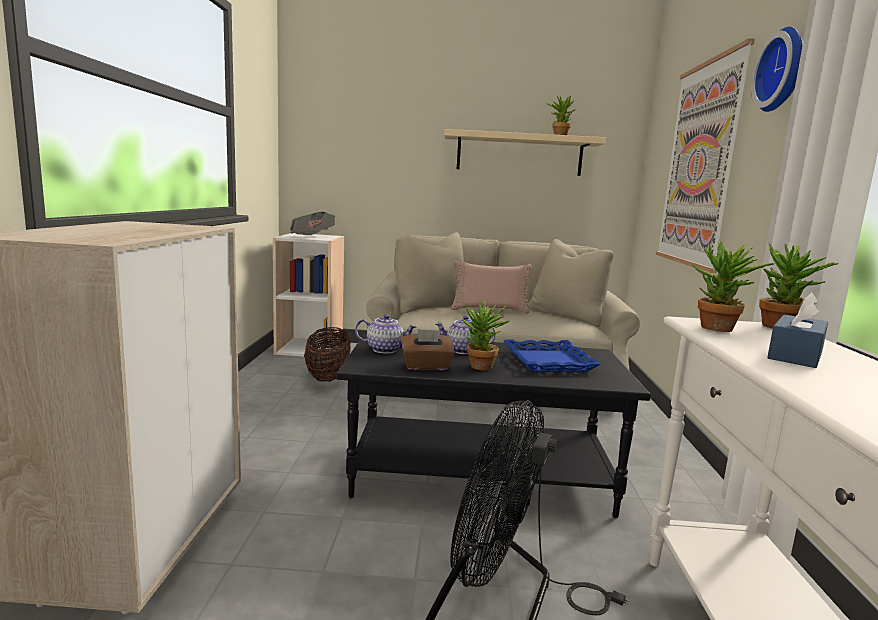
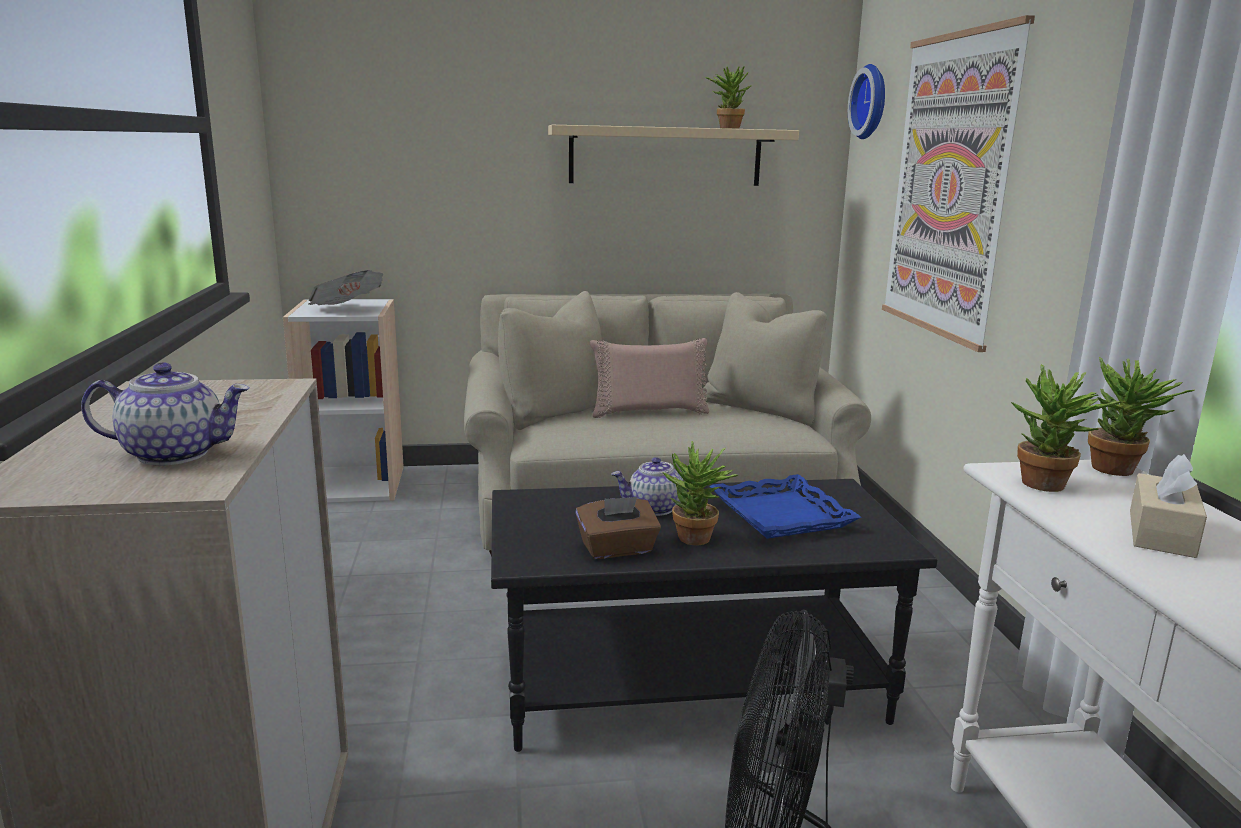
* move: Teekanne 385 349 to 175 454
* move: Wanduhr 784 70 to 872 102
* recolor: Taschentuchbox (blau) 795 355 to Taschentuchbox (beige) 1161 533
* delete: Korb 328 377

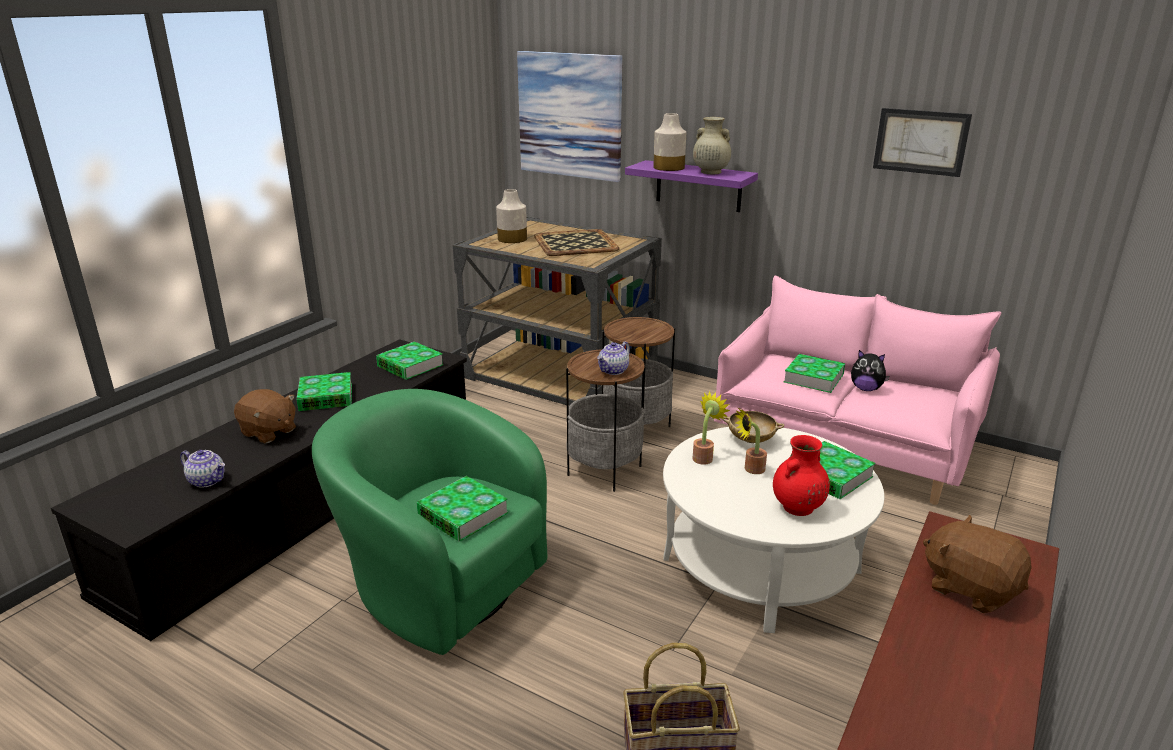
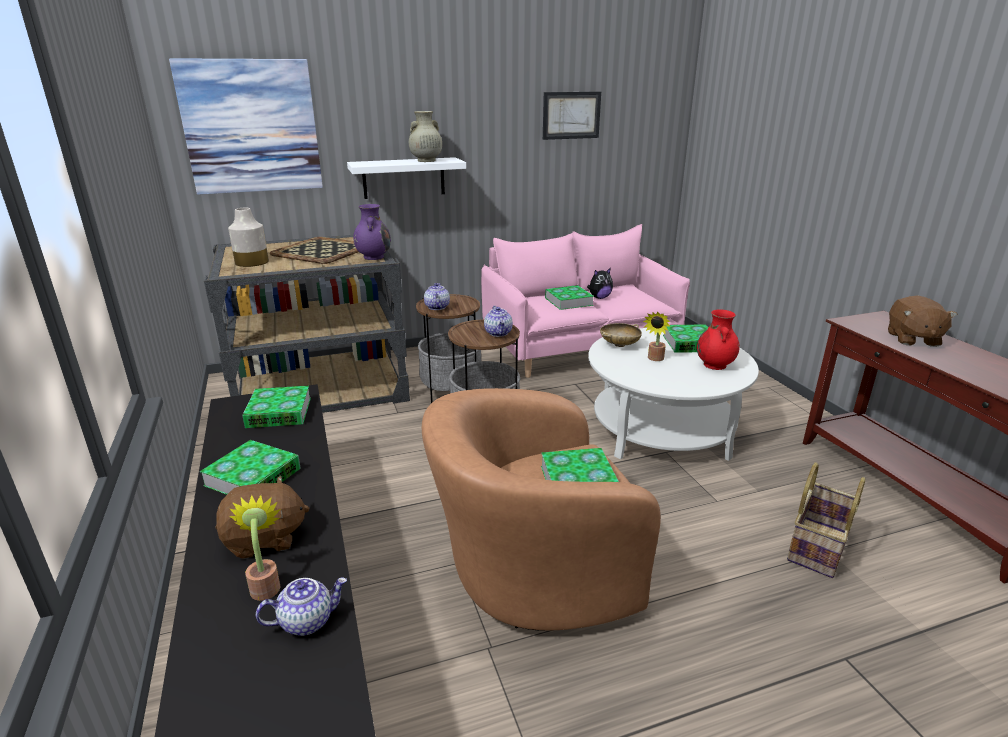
* move: Topfpflanze 704 457 to 265 584
* recolor: Wandregal (lila) 698 186 to Wandregal (weiß) 403 178
* insert: Vase (lila) 373 257
* recolor: Sessel (grün) 439 585 to Sessel (braun) 534 575
* insert: Teekanne 436 307
* rotate: Plüschtier (braun) 970 588 = 912 339 75 degrees counterclockwise
* delete: Vase (beige) 668 167

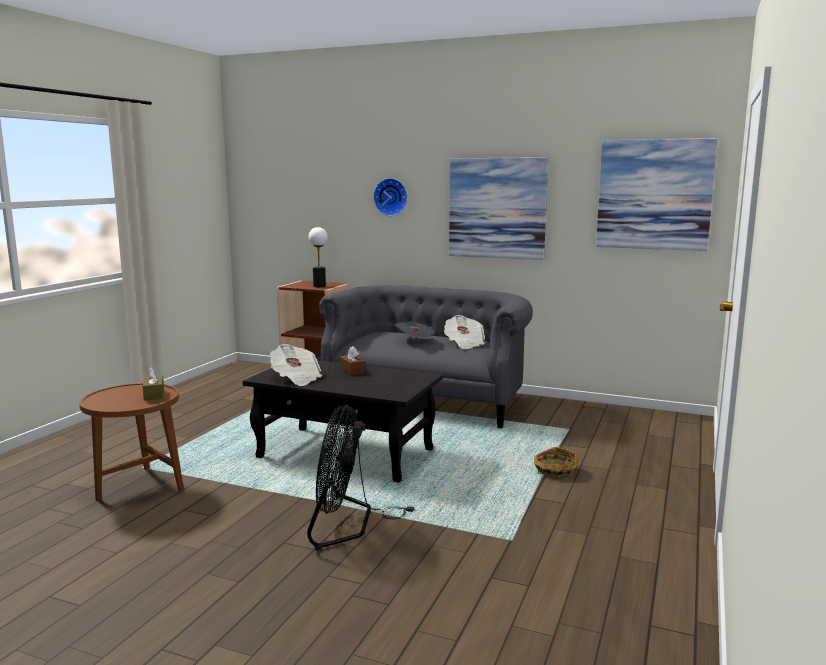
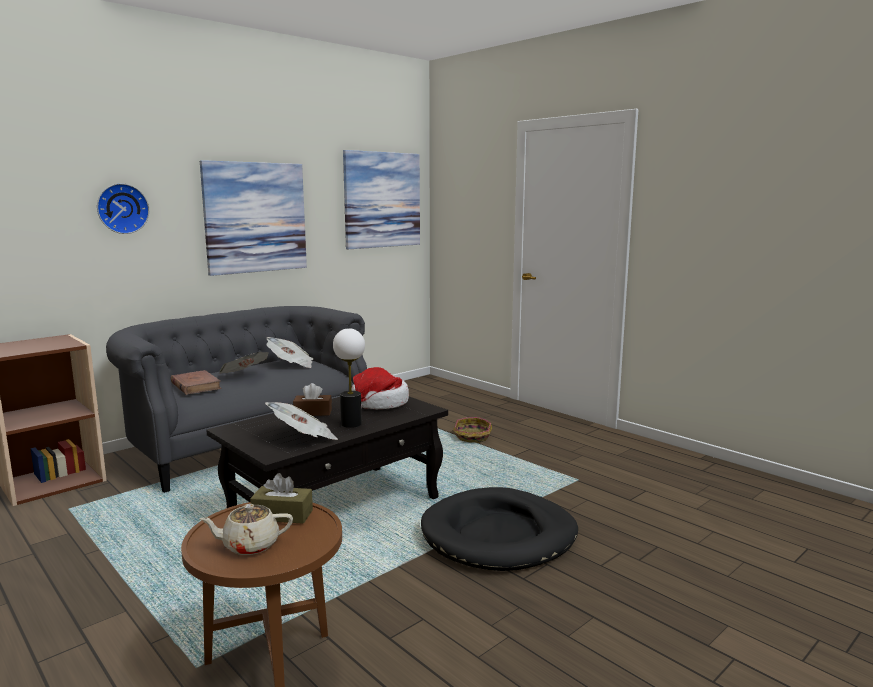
* insert: Buch (braun) 196 385
* insert: Teekanne (beige) 249 545
* move: Tischlampe 319 286 to 351 424
* insert: Hut 378 404
* replace: Ventilator (schwarz) 351 520 to Hundebett (schwarz) 499 535

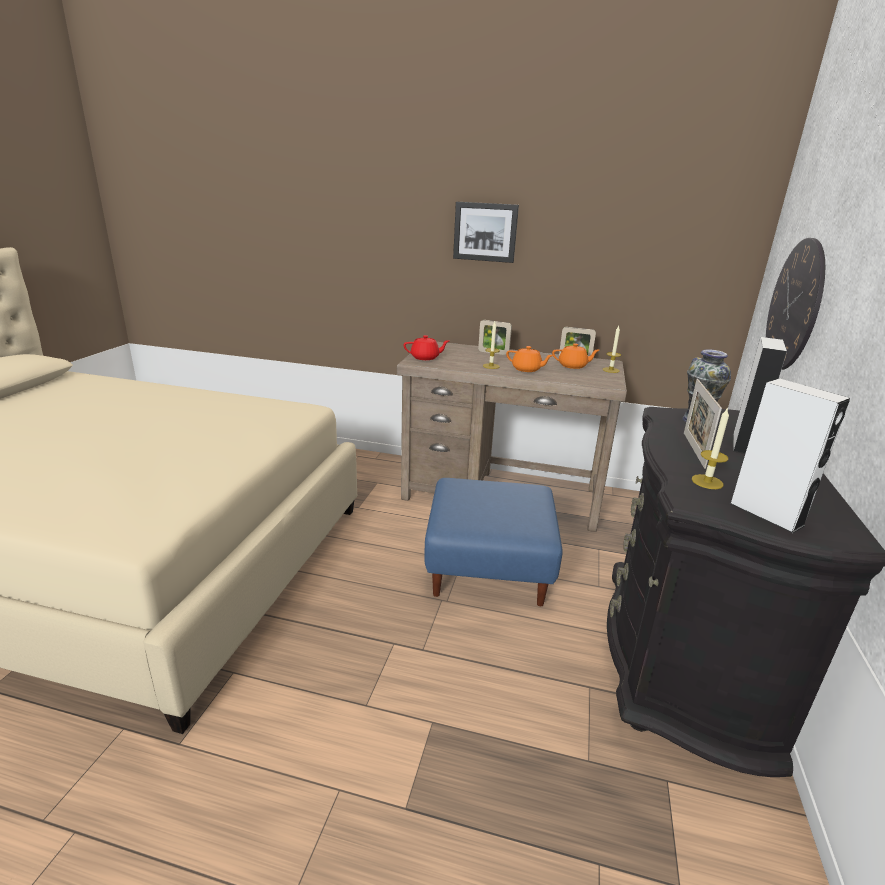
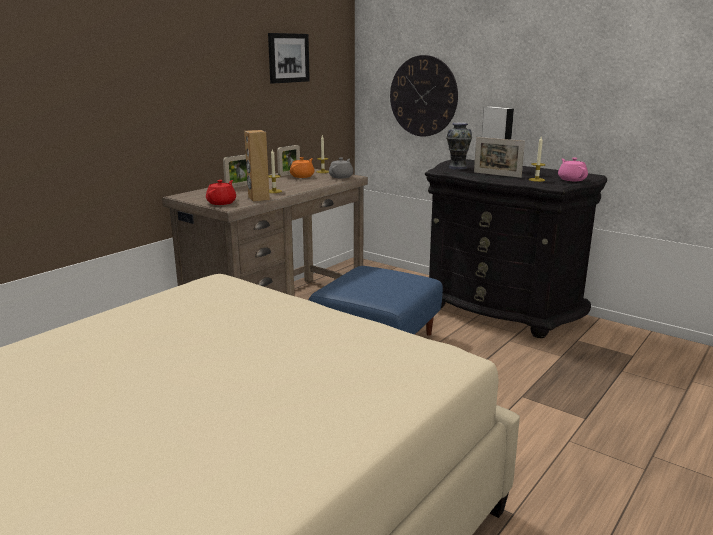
* insert: Lautsprecher (braun) 258 198
* move: Bild 485 232 to 288 58
* insert: Teekanne (grau) 341 177
* replace: Lautsprecher (weiß) 766 514 to Teekanne (rosa) 571 179
* delete: Teekanne (orange) 527 369

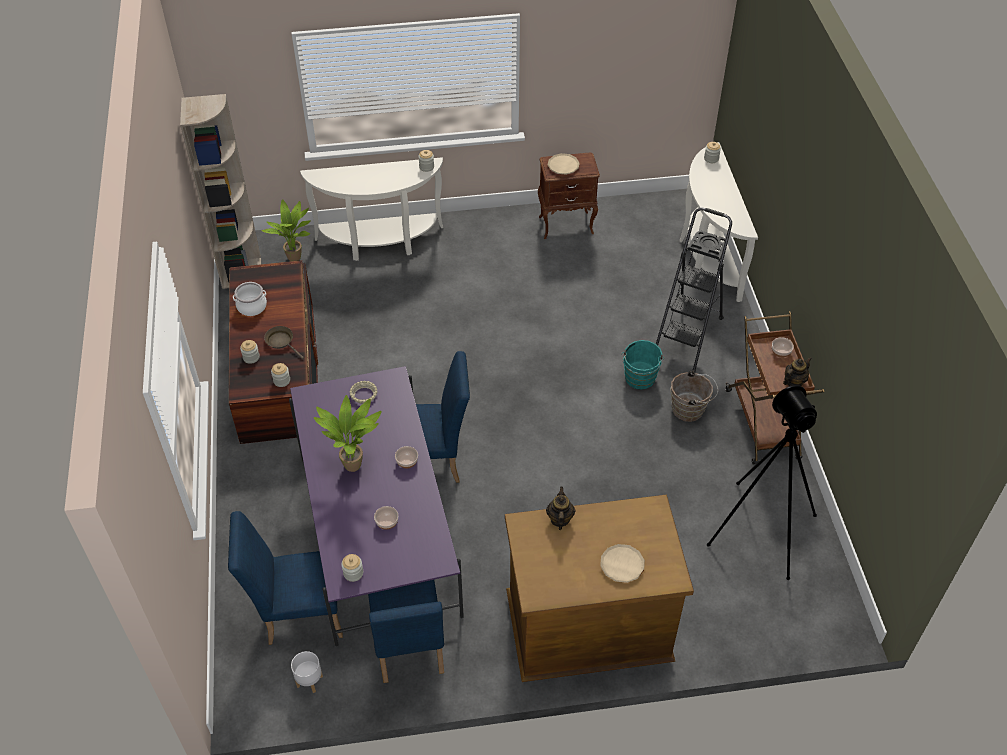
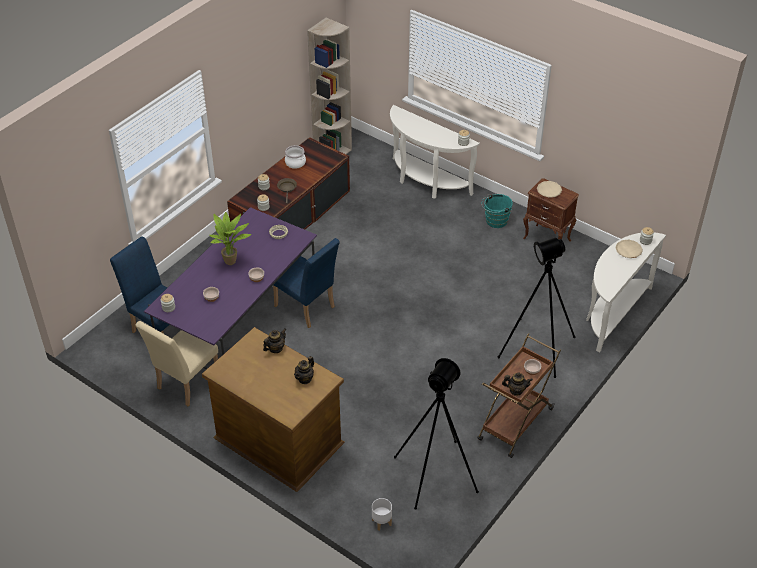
* recolor: Stuhl (blau) 409 651 to Stuhl (beige) 185 384
* insert: Teekanne 305 378
* move: Pflanzkübel (weiß) 309 681 to 381 522
* move: Eimer (türkis) 639 380 to 495 221
* replace: Trittleiter 687 337 to Stehlampe (schwarz) 536 348
* move: Teller (beige) 622 565 to 628 250
* delete: Topfpflanze 296 259
* delete: Eimer (braun) 690 410

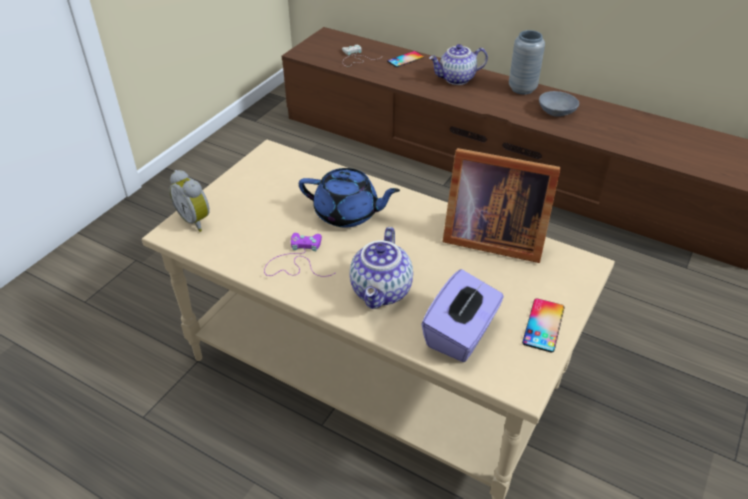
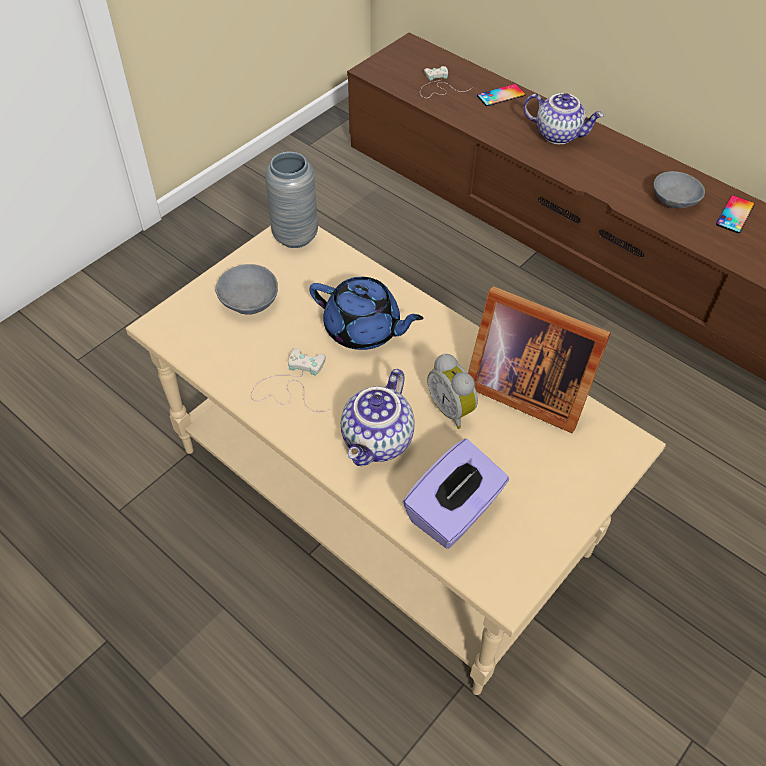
* insert: Schüssel (grau) 251 300
* recolor: Gamepad (lila) 297 260 to Gamepad (weiß) 291 385
* move: Vase (grau) 522 89 to 295 236
* move: Wecker 196 220 to 452 409
* rotate: Teekanne 456 79 = 558 134 150 degrees counterclockwise
* move: Handy 543 325 to 735 214

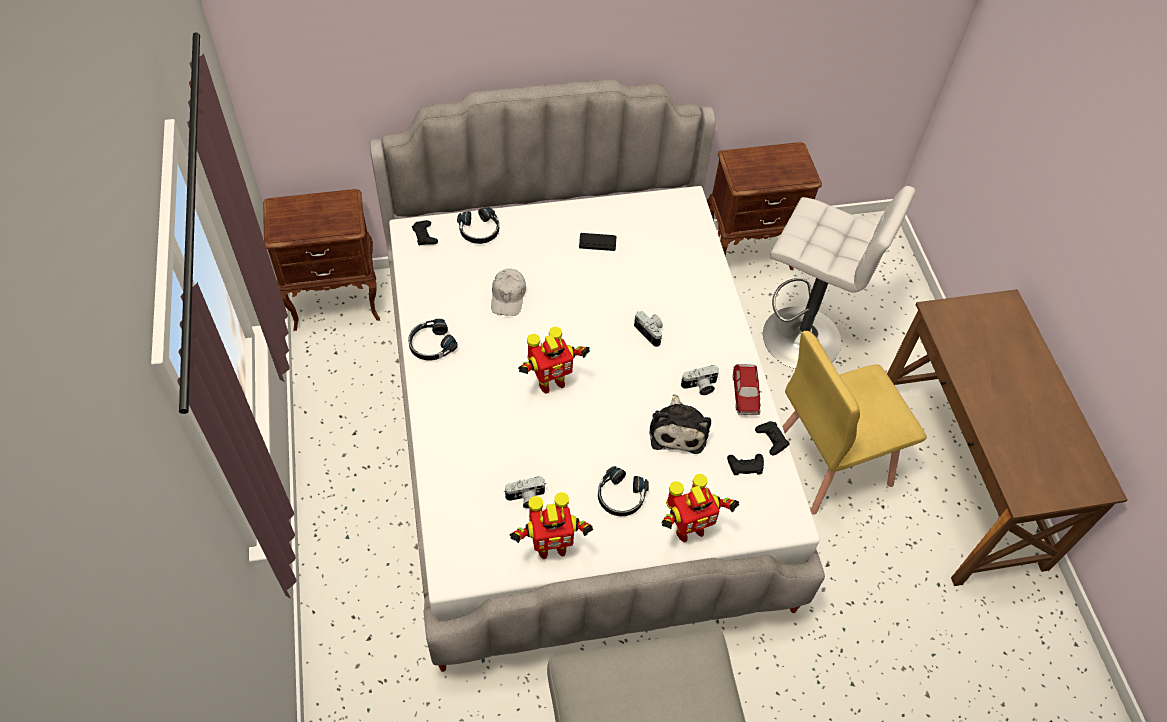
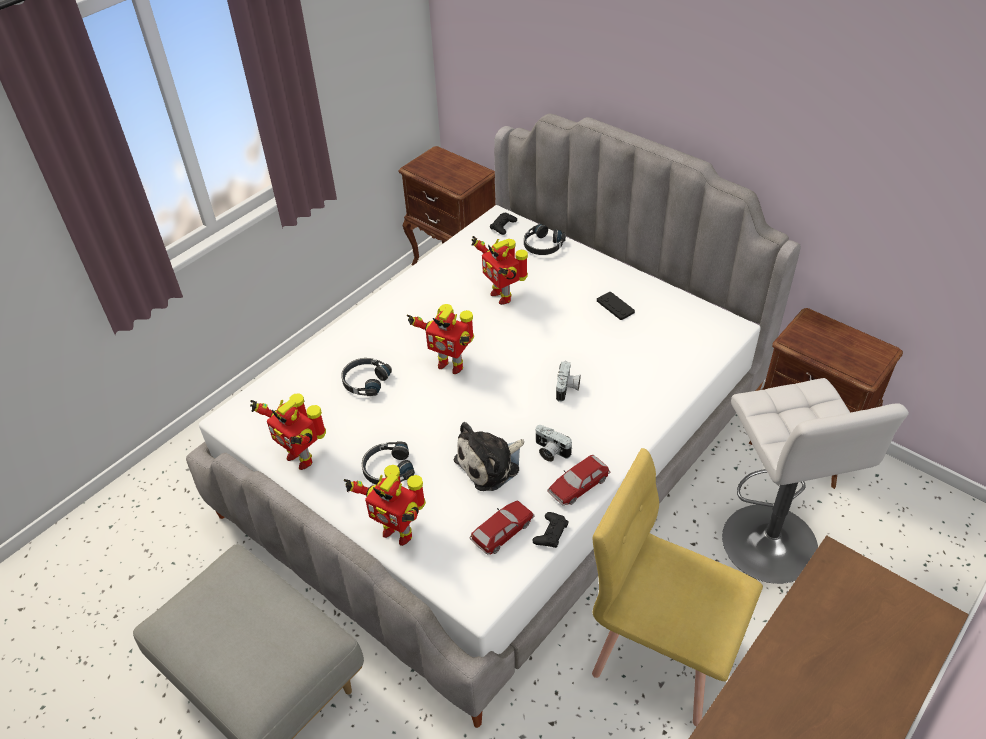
* move: Kopfhörer (schwarz) 431 345 to 365 381
* replace: Gamepad (schwarz) 745 466 to Spielzeugauto 502 531
* replace: Kappe (weiß) 508 296 to Spielzeugroboter 502 295
* delete: Kamera 526 498

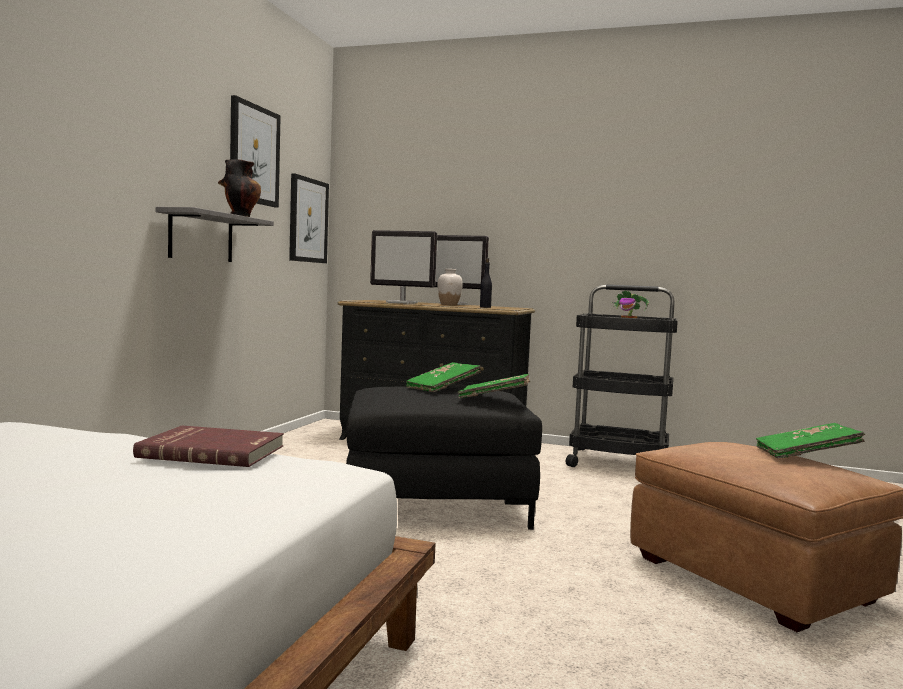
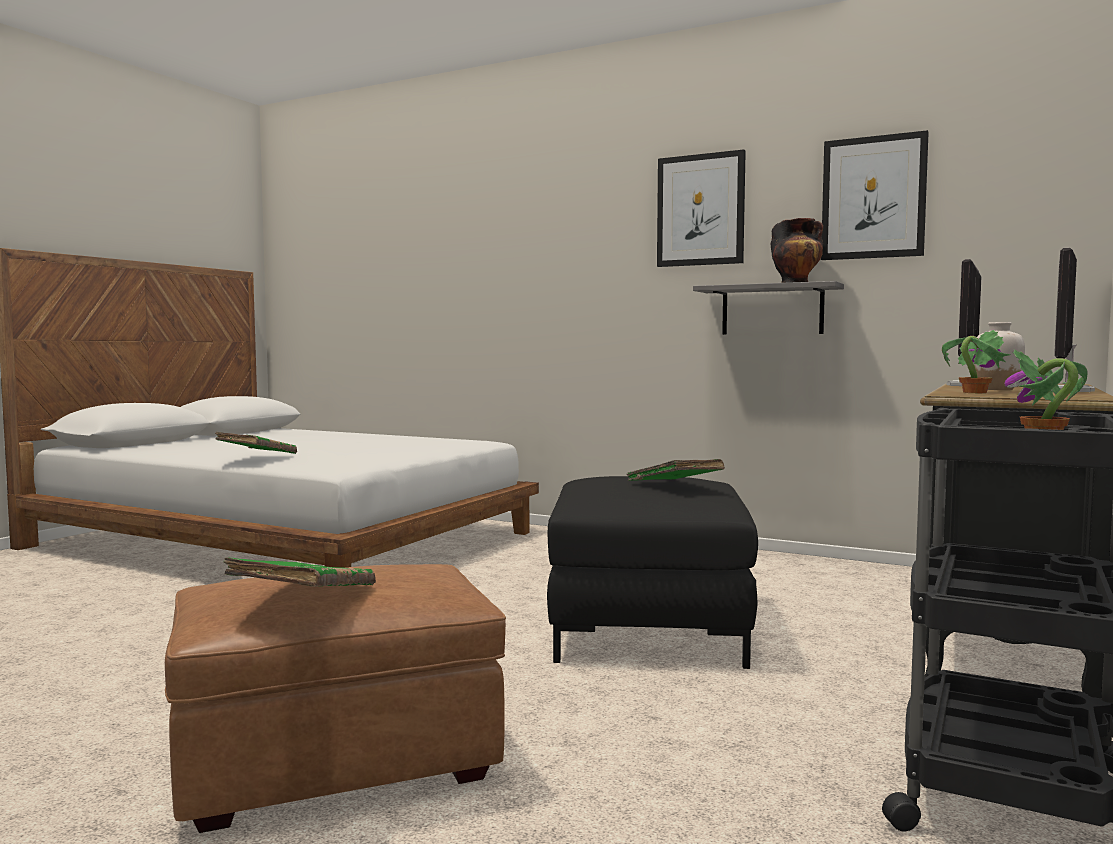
* move: Buch (grün) 494 399 to 257 456
* move: Bild 308 220 to 700 210
* replace: Flasche (schwarz) 485 307 to Topfpflanze 973 392
* delete: Buch (rot) 213 451

